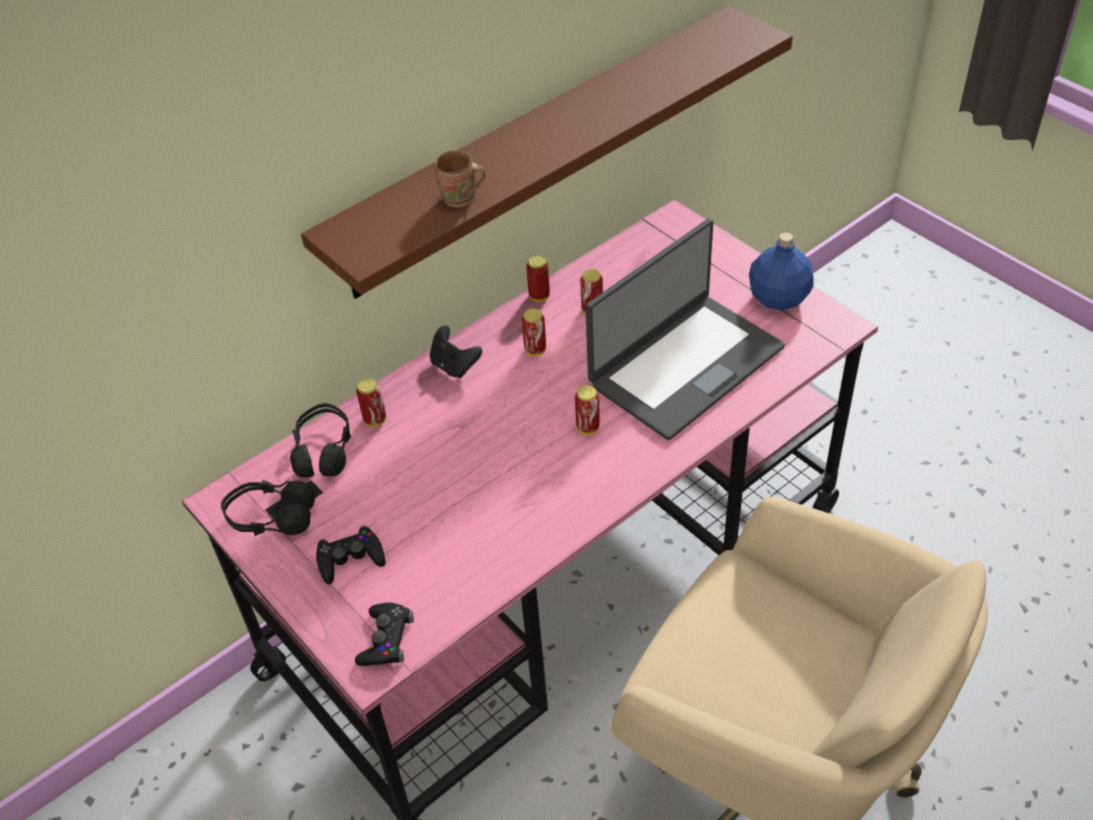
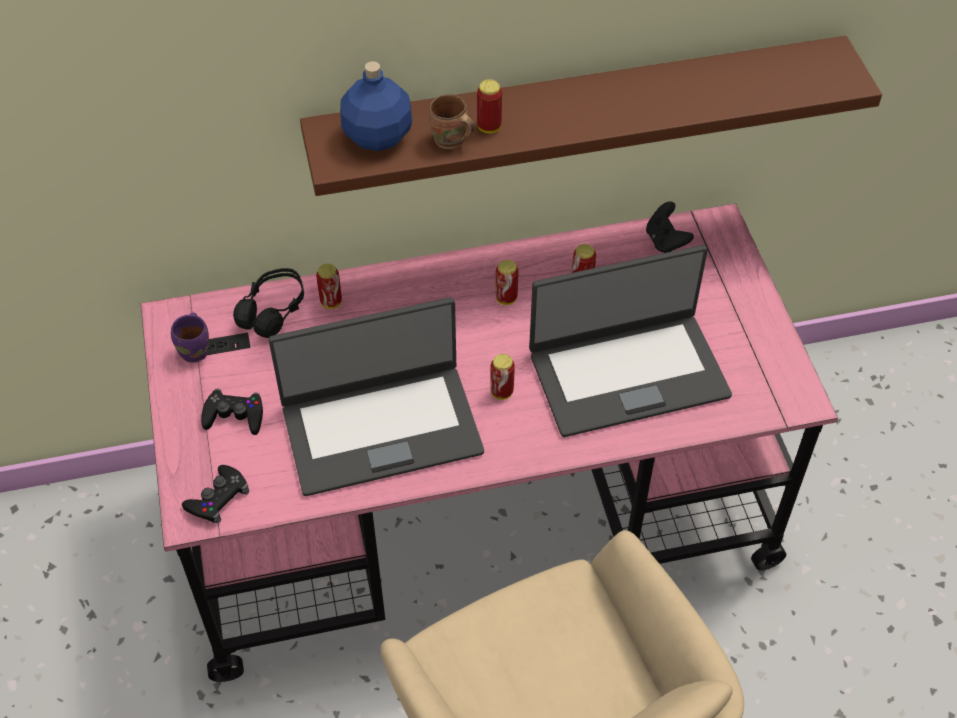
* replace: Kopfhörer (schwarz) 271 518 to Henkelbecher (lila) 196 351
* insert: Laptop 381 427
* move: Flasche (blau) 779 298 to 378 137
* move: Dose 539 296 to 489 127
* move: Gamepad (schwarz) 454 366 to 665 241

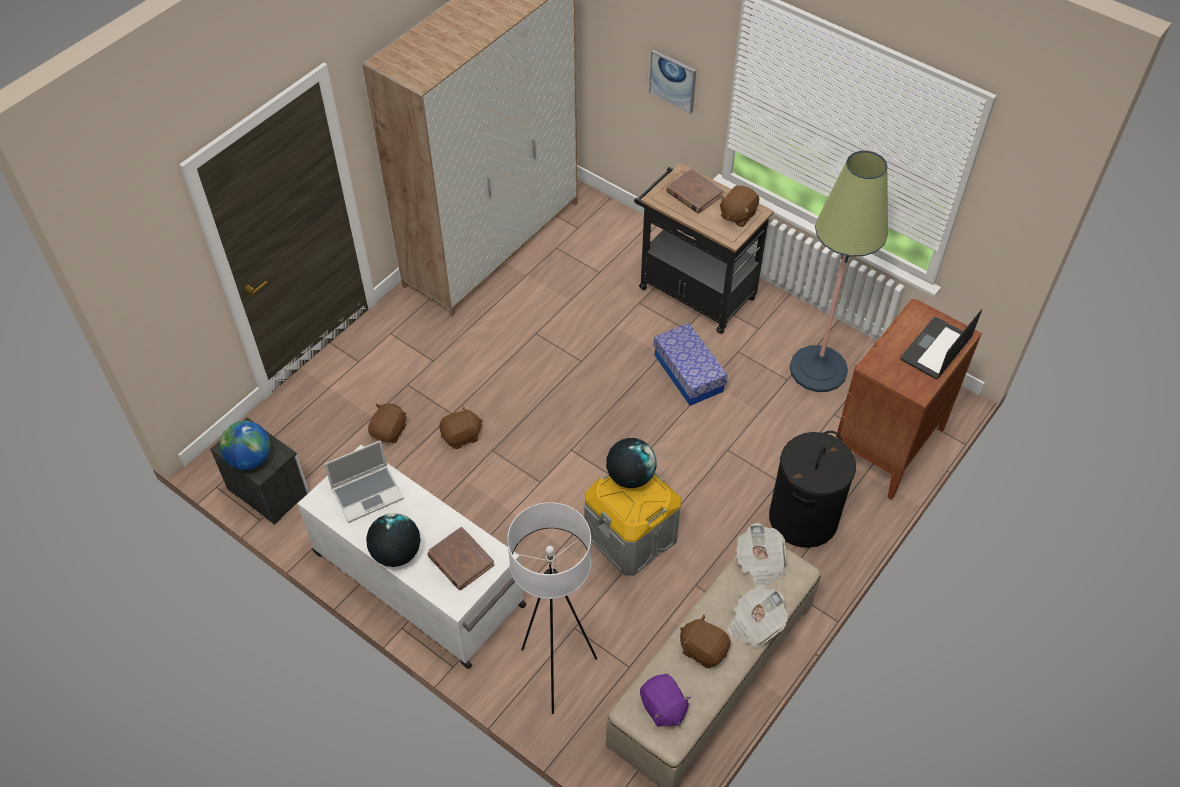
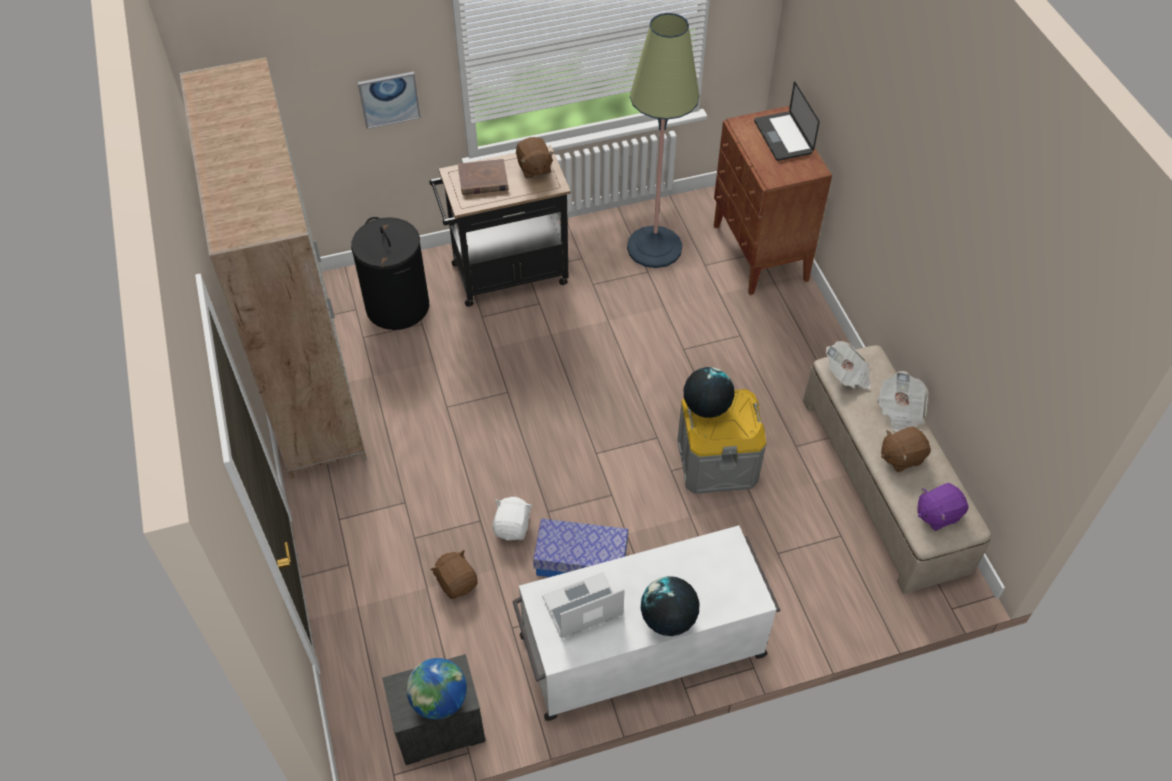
* move: Wäschekorb (schwarz) 803 518 to 398 306
* recolor: Plüschtier (braun) 462 436 to Plüschtier (weiß) 512 527
* move: Aufbewahrungsbox 688 373 to 581 560
* rotate: Laptop 368 493 = 582 608 120 degrees counterclockwise
* rotate: Plüschtier (lila) 663 707 = 937 514 150 degrees clockwise
* delete: Buch (braun) 460 560
* delete: Stehlampe (weiß) 556 672

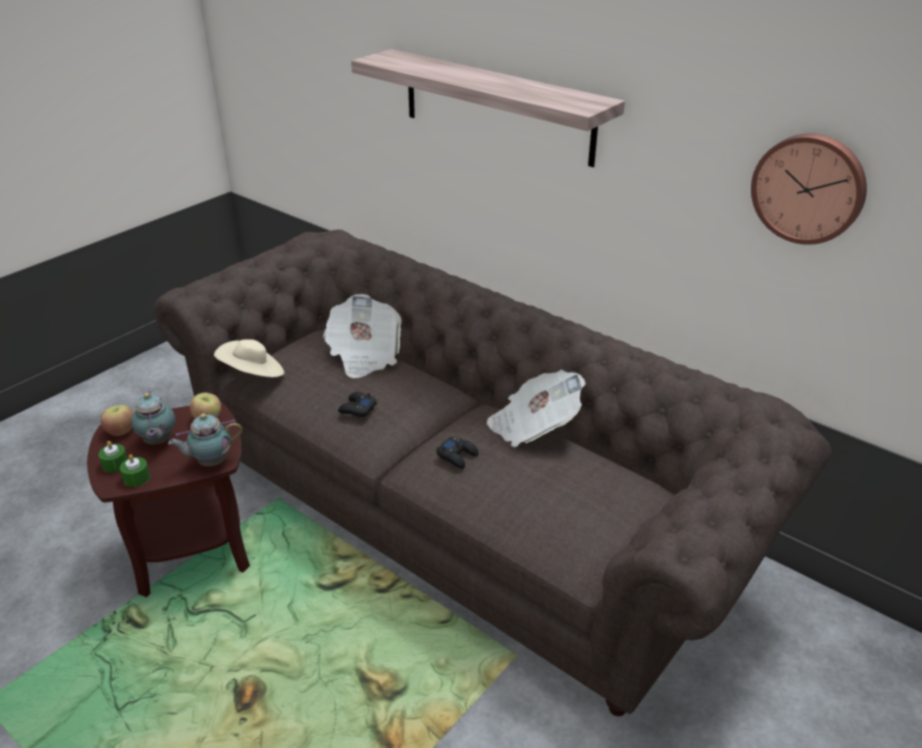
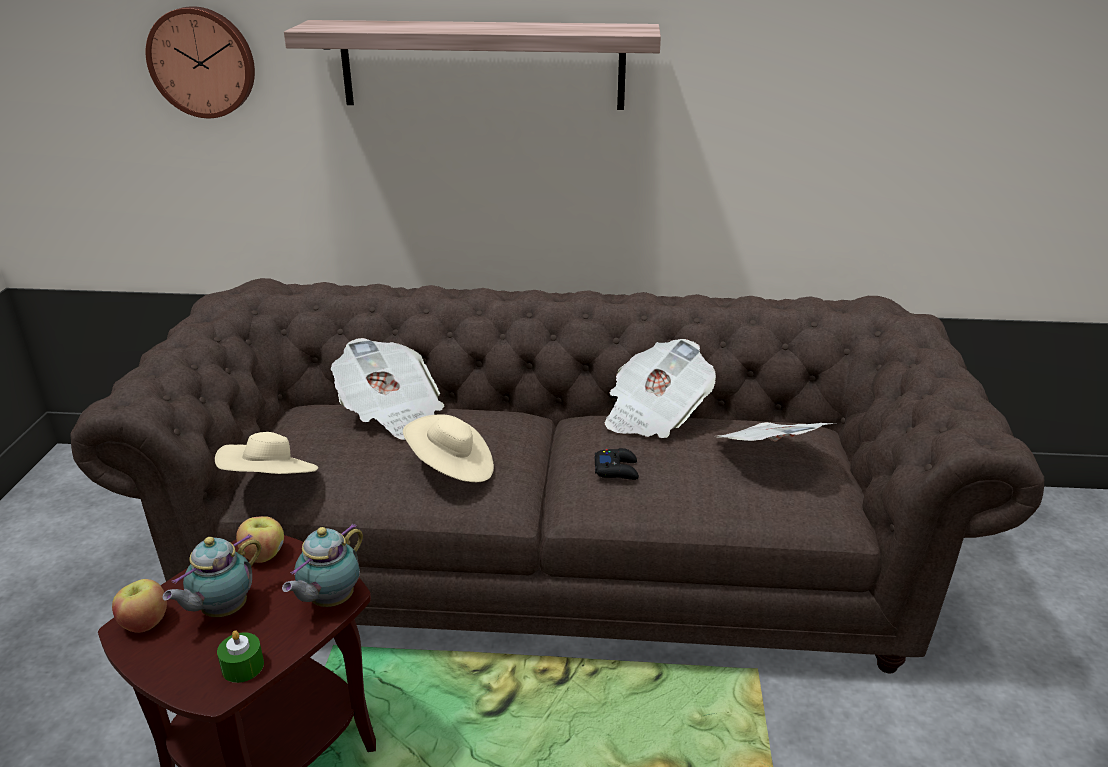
* move: Wanduhr 809 188 to 203 62
* rotate: Teekanne 158 442 = 222 611 90 degrees clockwise
* replace: Gamepad (schwarz) 357 409 to Hut (beige) 451 468
* insert: Zeitung 769 456
* delete: Kerze (grün) 115 464

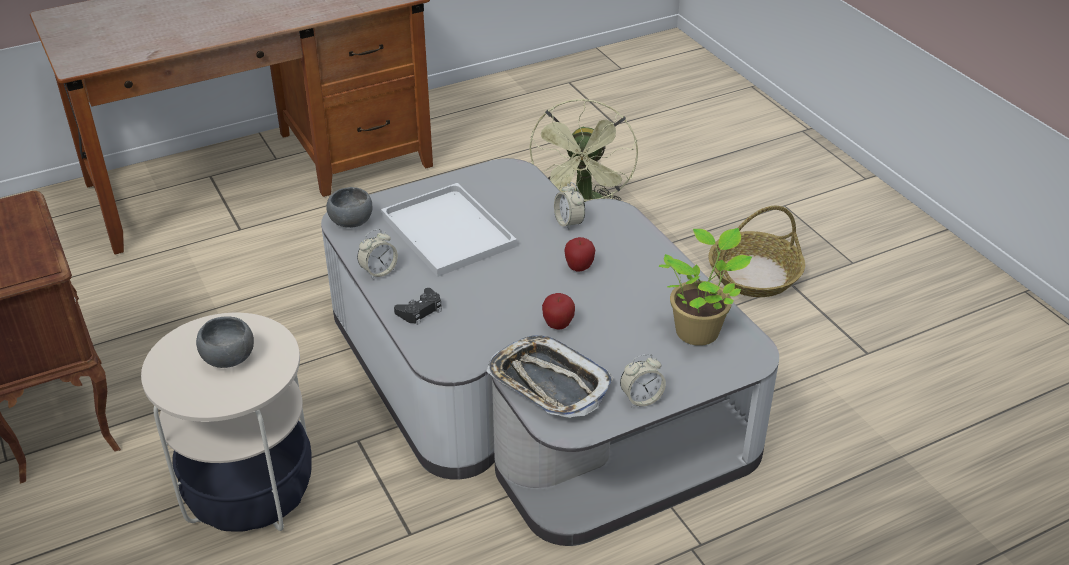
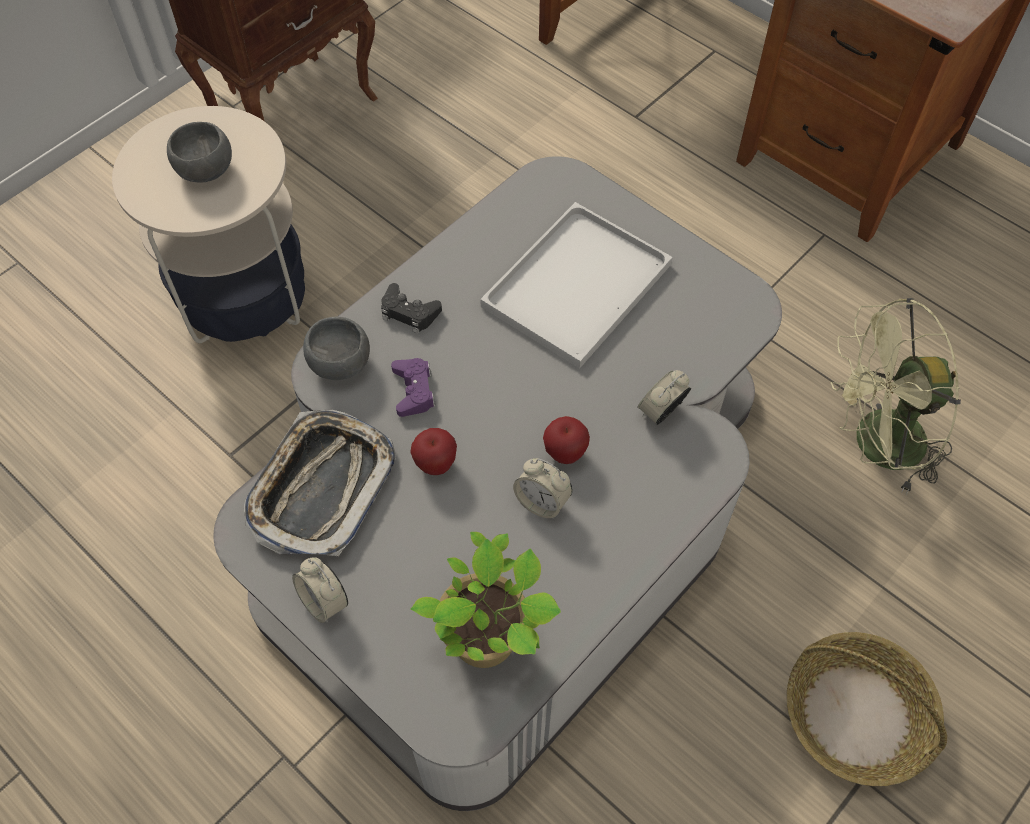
* move: Schüssel (grau) 352 222 to 339 364
* insert: Gamepad (lila) 414 391
* move: Wecker 378 271 to 542 501

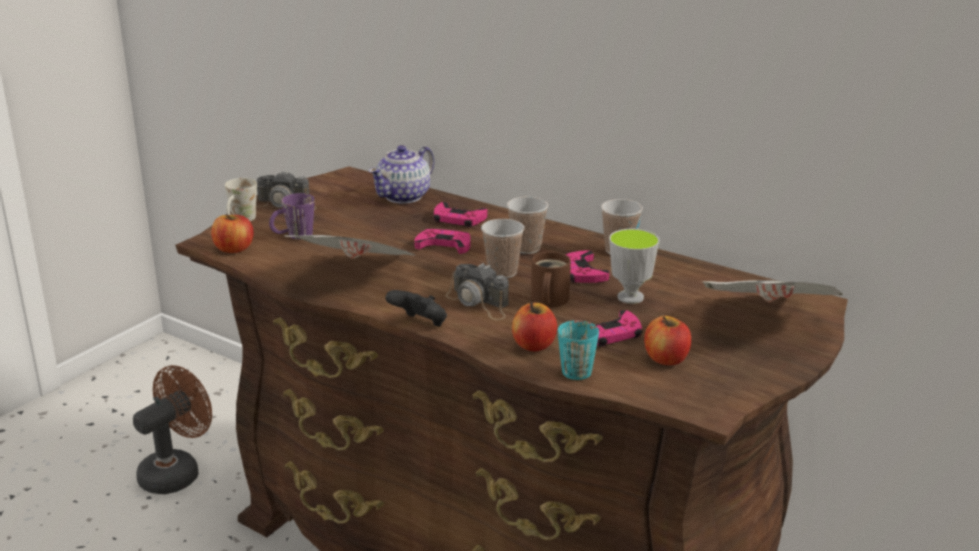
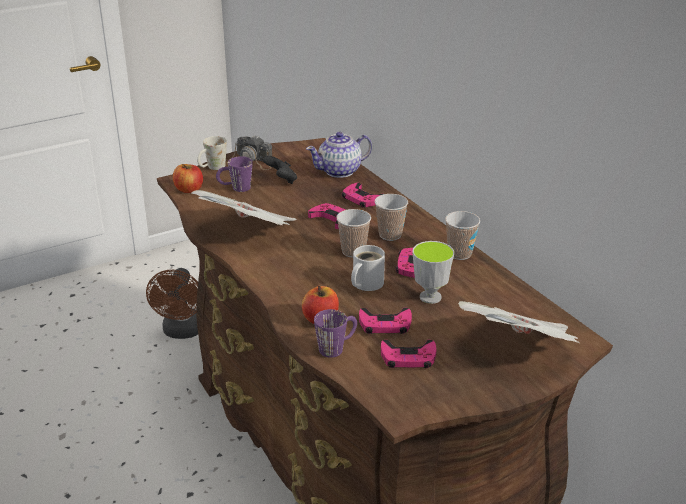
* rotate: Ventilator (braun) 176 472 = 182 332 120 degrees clockwise
* move: Gamepad (schwarz) 420 325 to 281 180
* recolor: Henkelbecher (türkis) 580 367 to Henkelbecher (lila) 337 347
* recolor: Henkelbecher (braun) 548 300 to Henkelbecher (weiß) 365 283
* replace: Apfel 666 359 to Gamepad (rosa) 408 358
* delete: Kamera 479 303

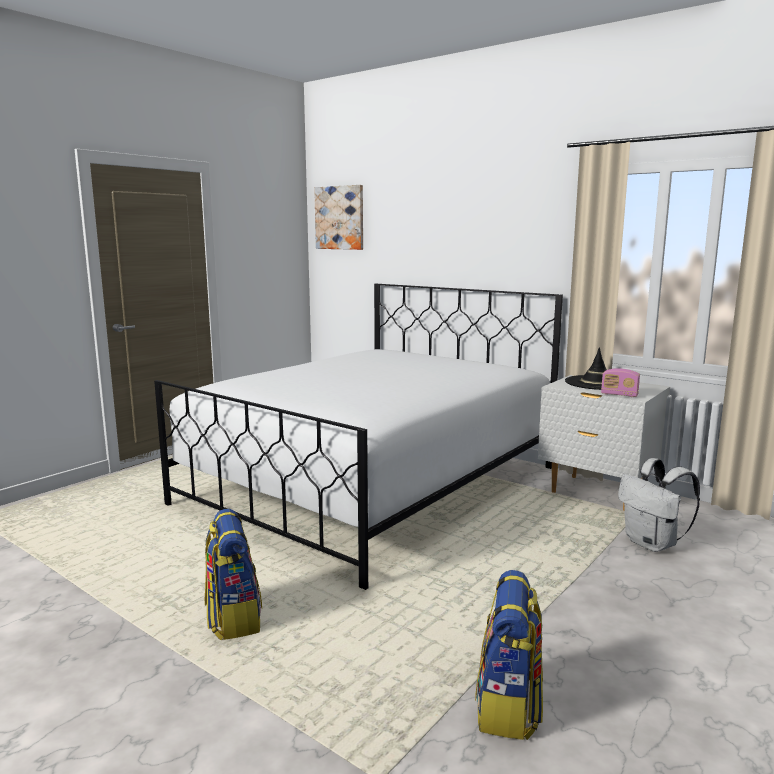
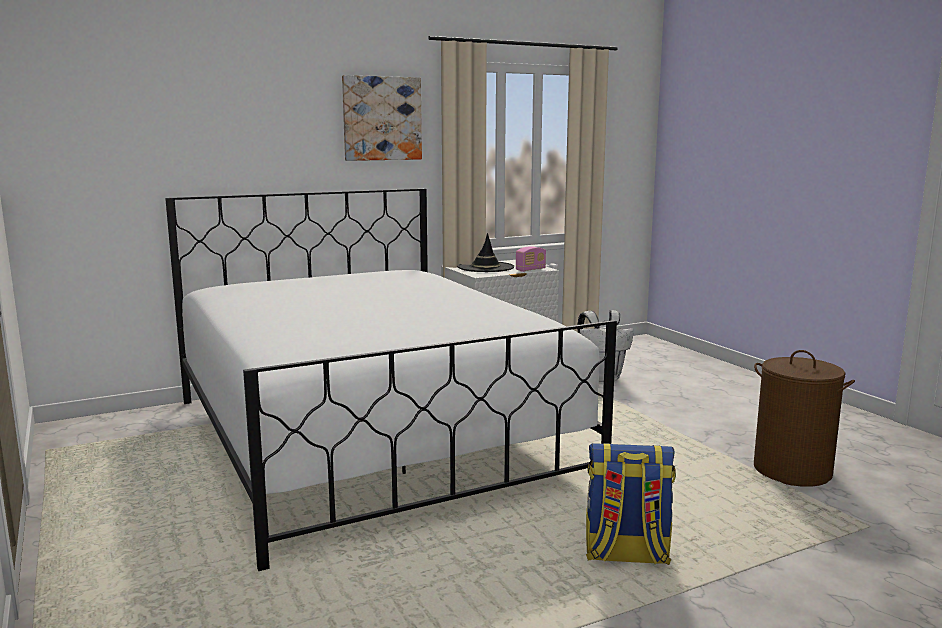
* move: Bild 340 218 to 382 118
* replace: Rucksack 509 707 to Wäschekorb (braun) 793 471

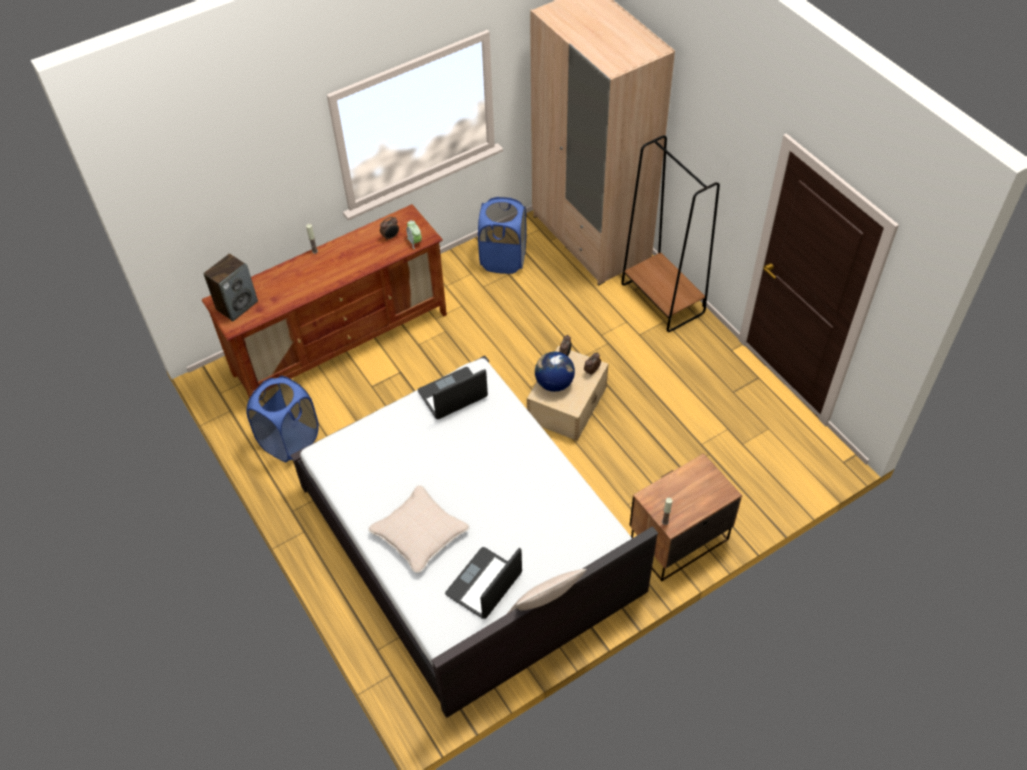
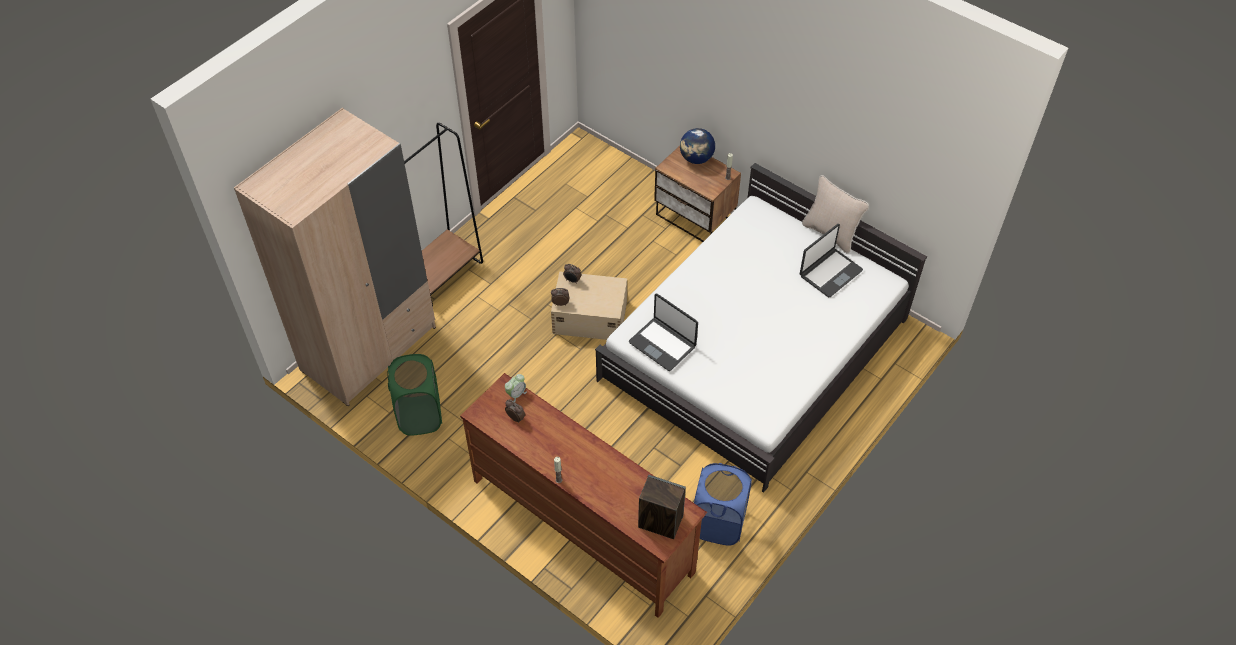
* recolor: Wäschekorb (blau) 503 259 to Wäschekorb (grün) 420 415
* move: Globus 554 383 to 696 159
* rotate: Laptop 484 584 = 830 273 60 degrees counterclockwise
* delete: Kissen (beige) 419 532

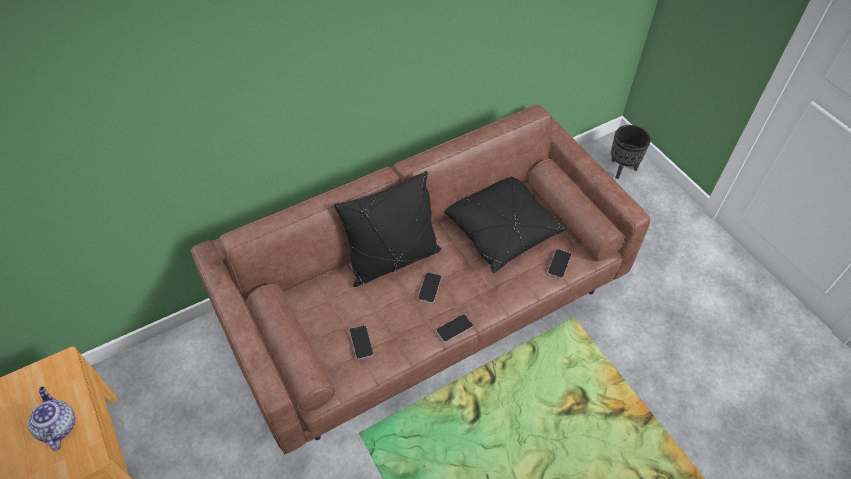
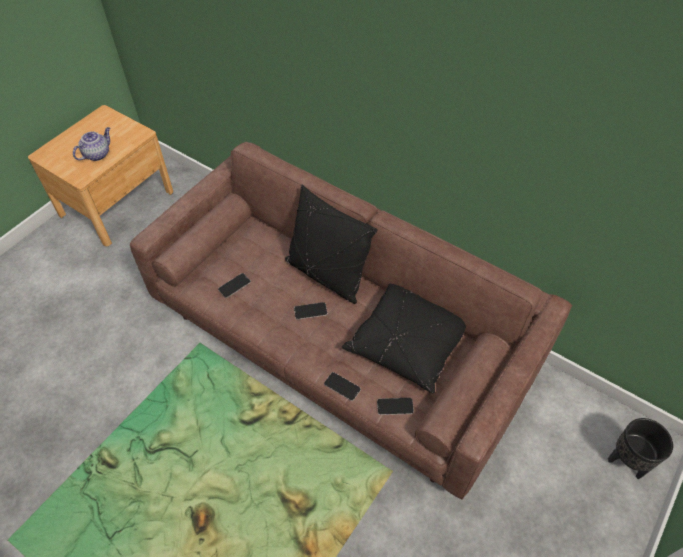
* move: Handy 454 328 to 342 386

